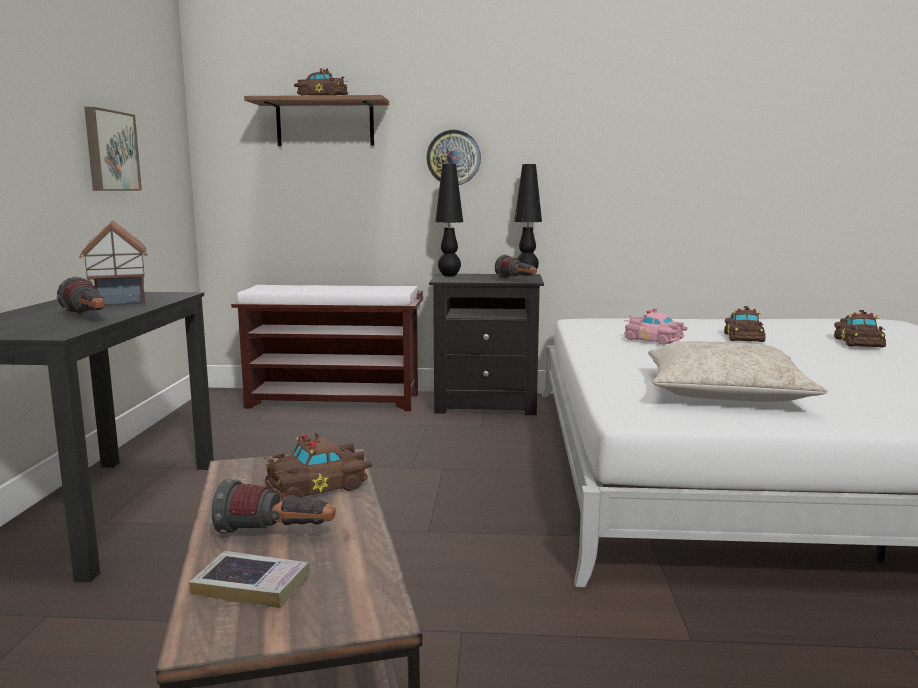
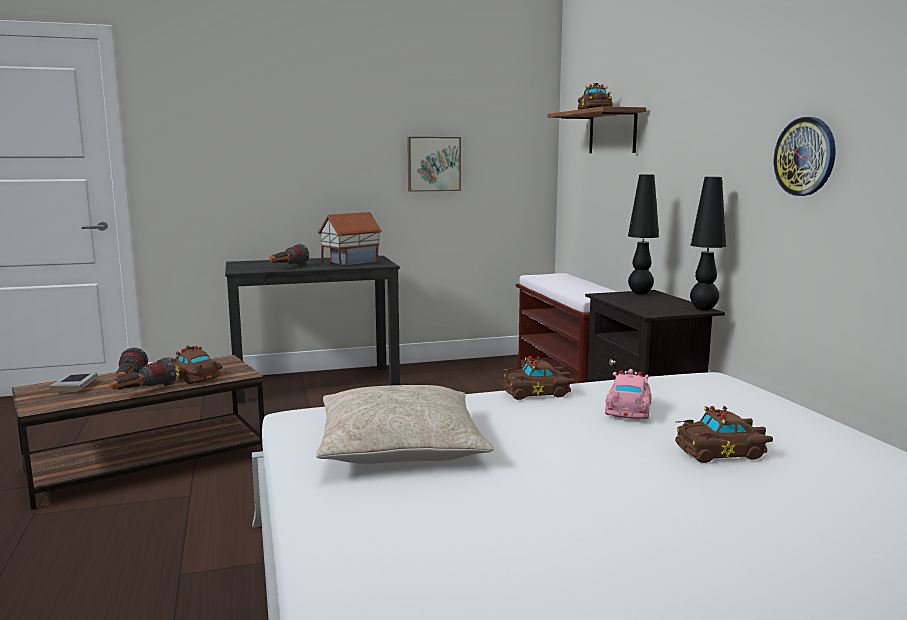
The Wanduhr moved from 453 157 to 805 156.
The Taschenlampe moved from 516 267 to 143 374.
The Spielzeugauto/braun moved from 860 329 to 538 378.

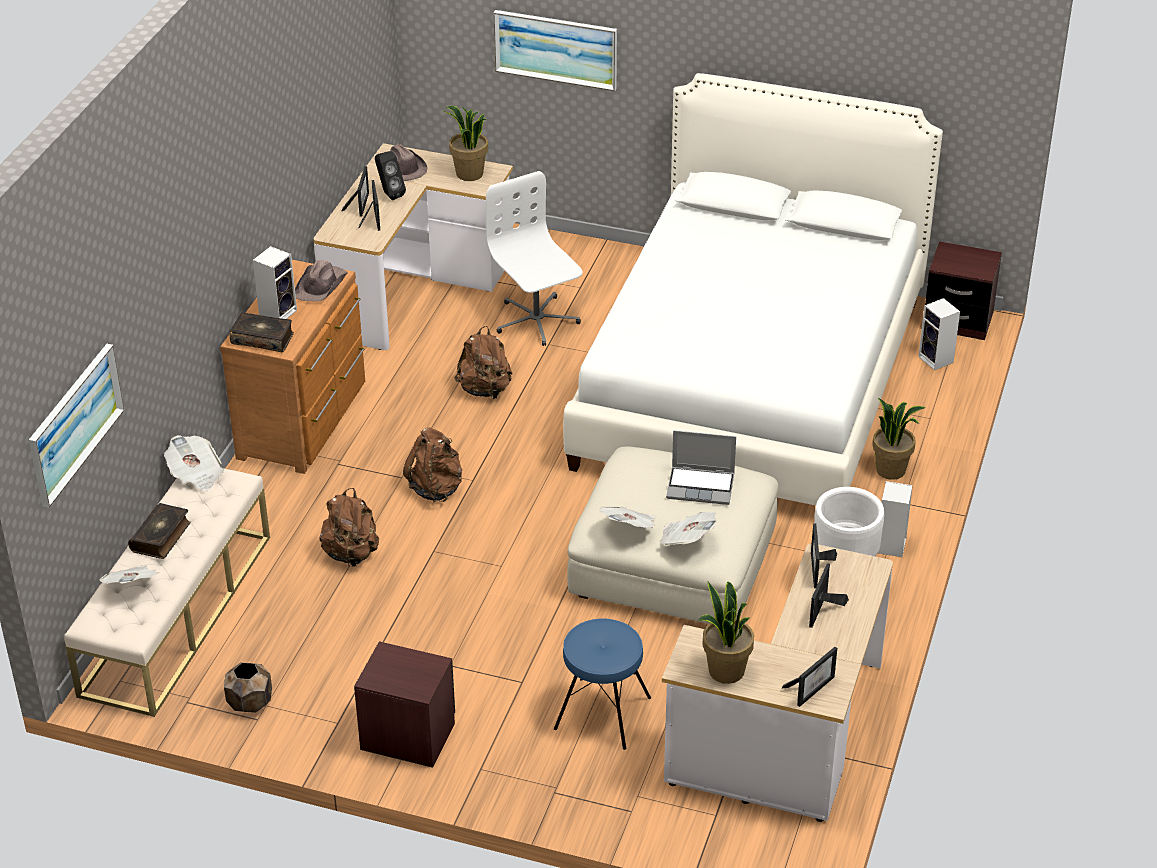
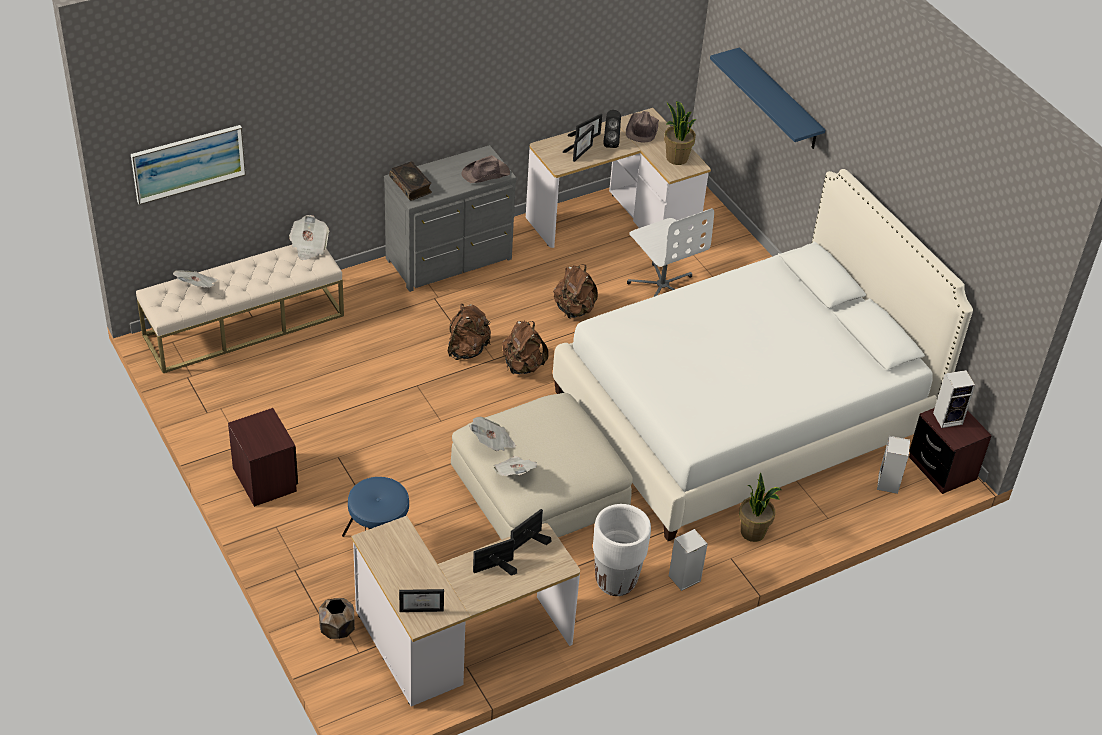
The Buch at 159 531 disappeared.
The Laptop at 701 467 disappeared.
The Topfpflanze at 726 633 disappeared.
The Pflanzkübel/braun moved from 248 687 to 337 618.
The Lautsprecher moved from 275 282 to 954 399.
The Rucksack/braun moved from 349 527 to 525 347.
The Bild at 555 50 was replaced by the Wandregal/blau at 767 98.
The Kommode/braun at 292 367 became the Kommode/grau at 450 218.
The Bürostuhl/weiß at 534 258 turned 135 degrees clockwise.

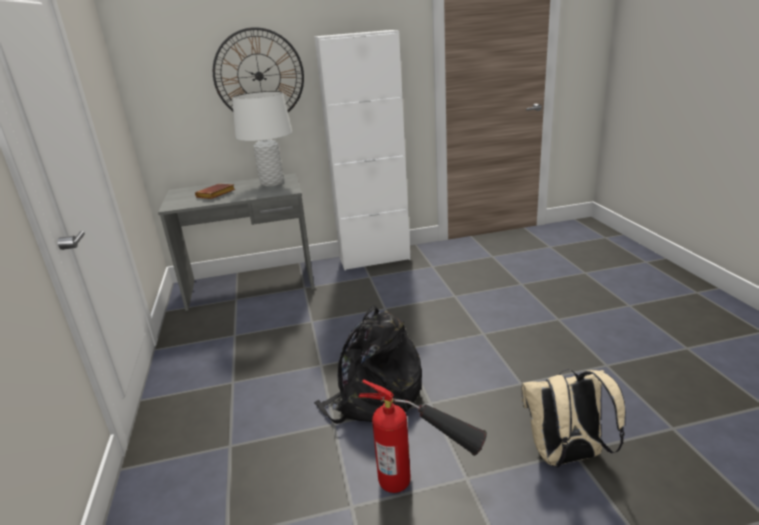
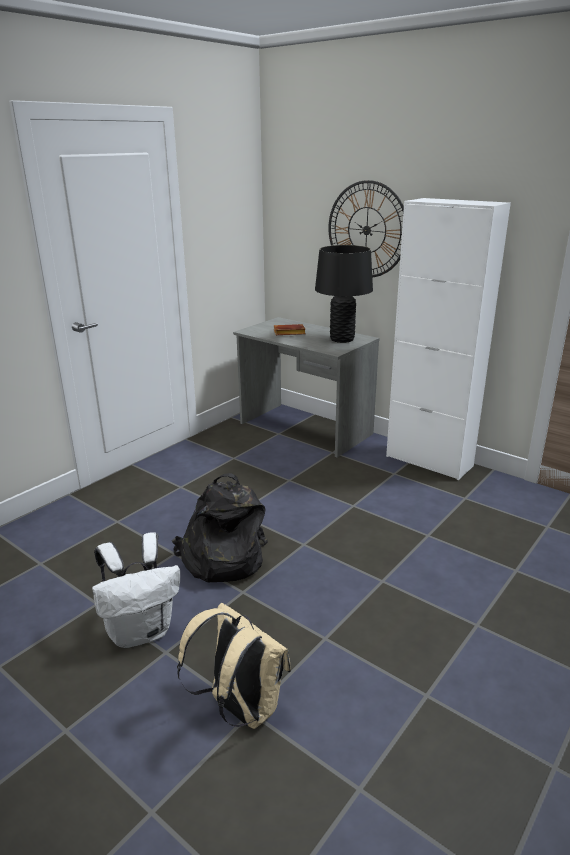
The Feuerlöscher at 422 436 was replaced by the Rucksack/weiß at 136 590.
The Tischlampe/weiß at 262 138 became the Tischlampe/schwarz at 344 294.

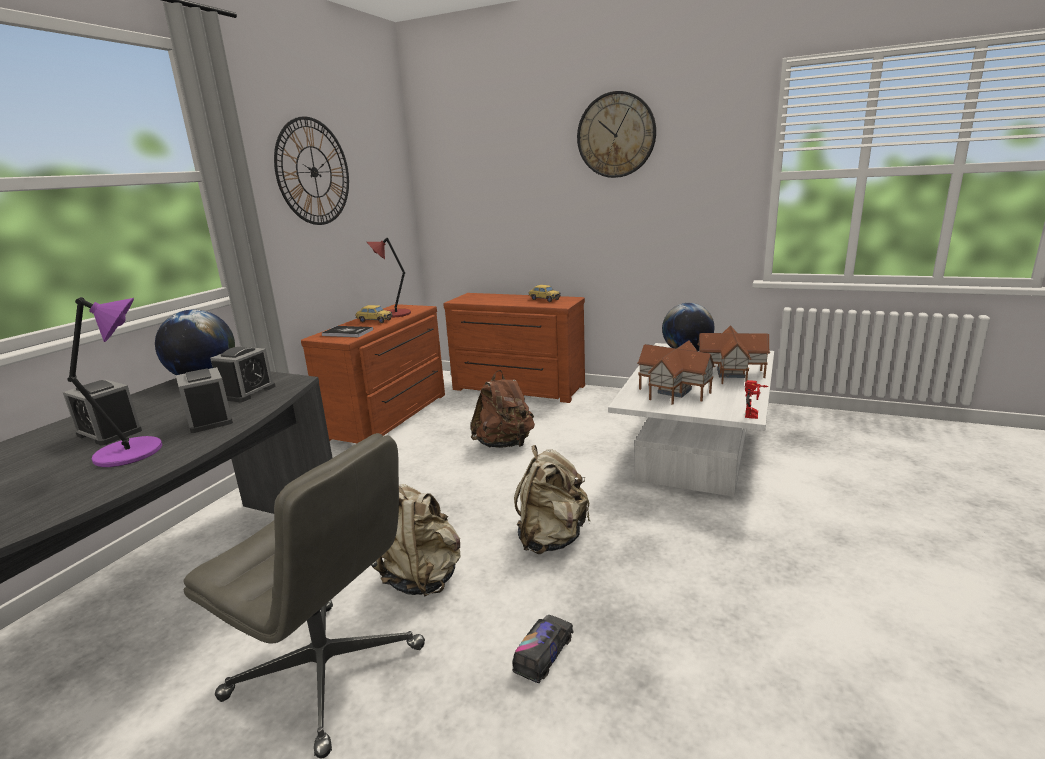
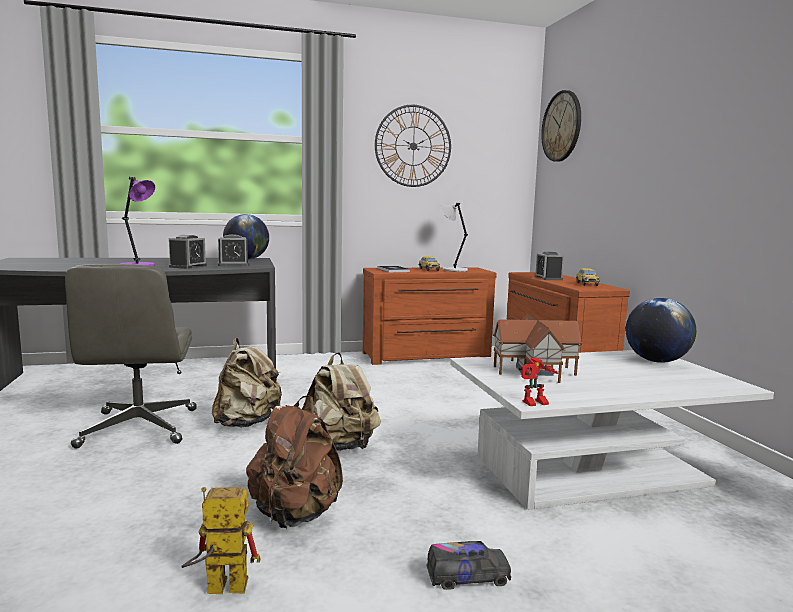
The Spielzeughaus at 733 354 disappeared.
The Spielzeugroboter at 221 540 appeared.
The Wecker moved from 102 412 to 549 266.
The Rucksack/braun moved from 502 409 to 294 461.
The Spielzeuglaster moved from 543 649 to 468 565.
The Wanduhr moved from 616 134 to 561 126.
The Tischlampe/rot at 389 277 became the Tischlampe/grau at 454 237.

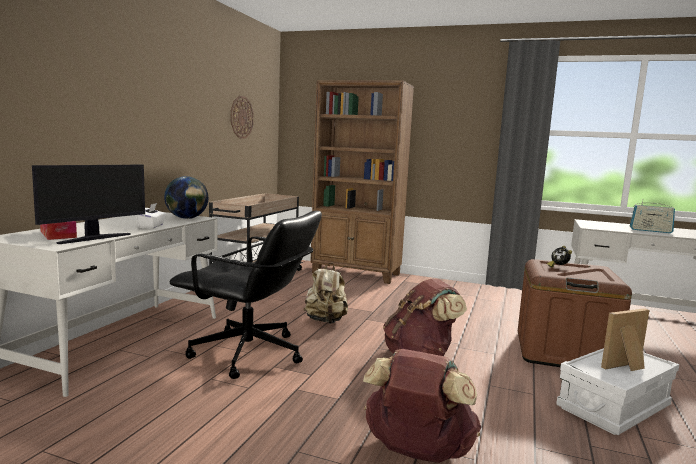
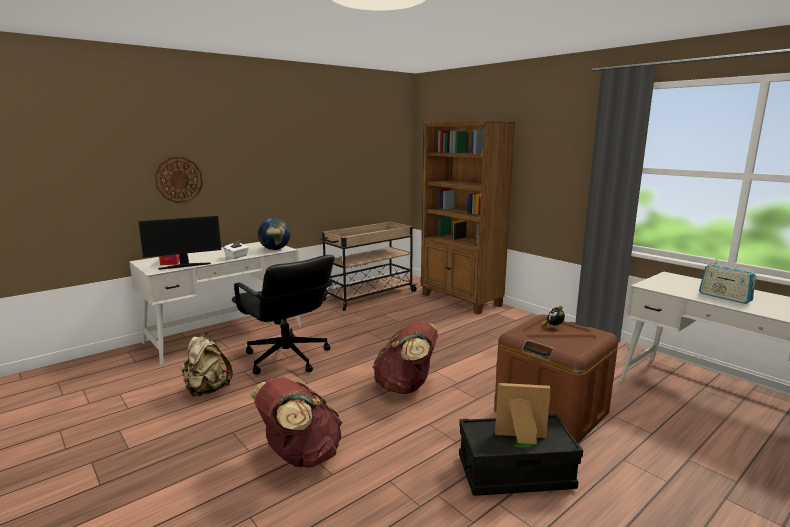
The Wanduhr moved from 242 117 to 179 180.
The Rucksack/beige moved from 326 293 to 206 364.
The Aufbewahrungsbox/weiß at 617 391 became the Aufbewahrungsbox/schwarz at 521 455.

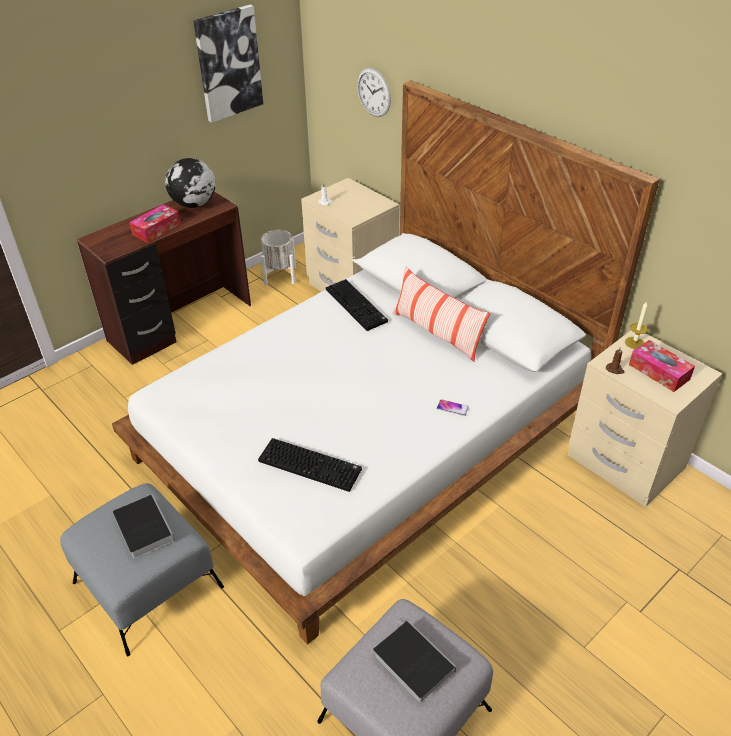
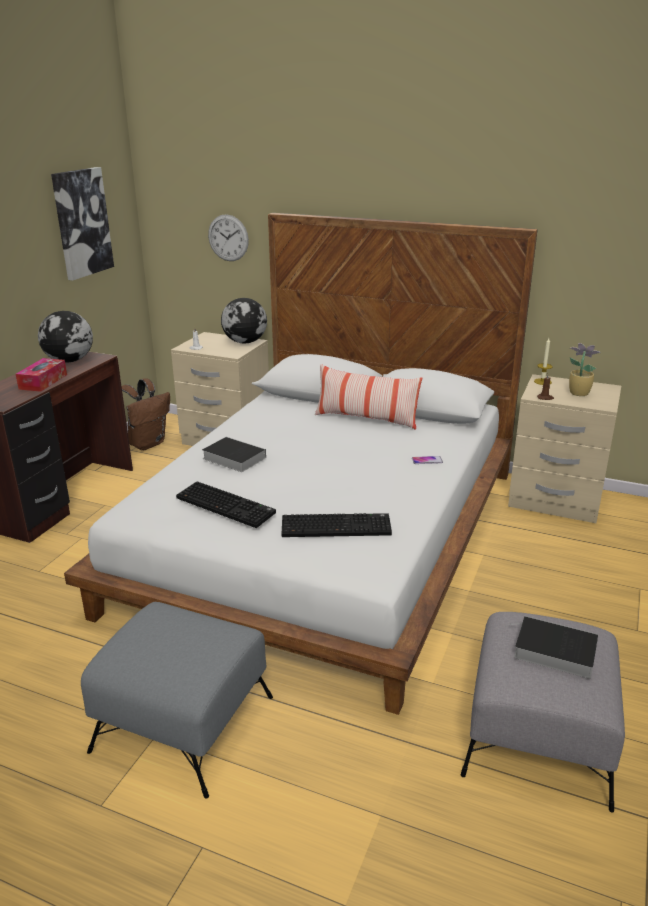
The Globus at 244 320 appeared.
The Buch moved from 144 526 to 234 454.
The Tastatur moved from 357 305 to 226 504.
The Pflanzkübel/weiß at 278 257 was replaced by the Rucksack/braun at 146 414.
The Taschentuchbox at 662 366 was replaced by the Topfpflanze at 585 369.

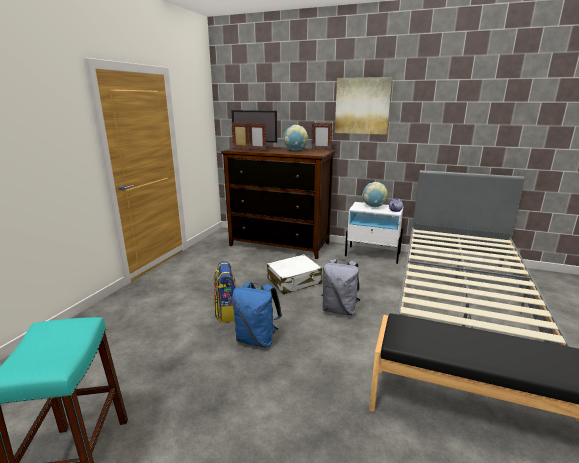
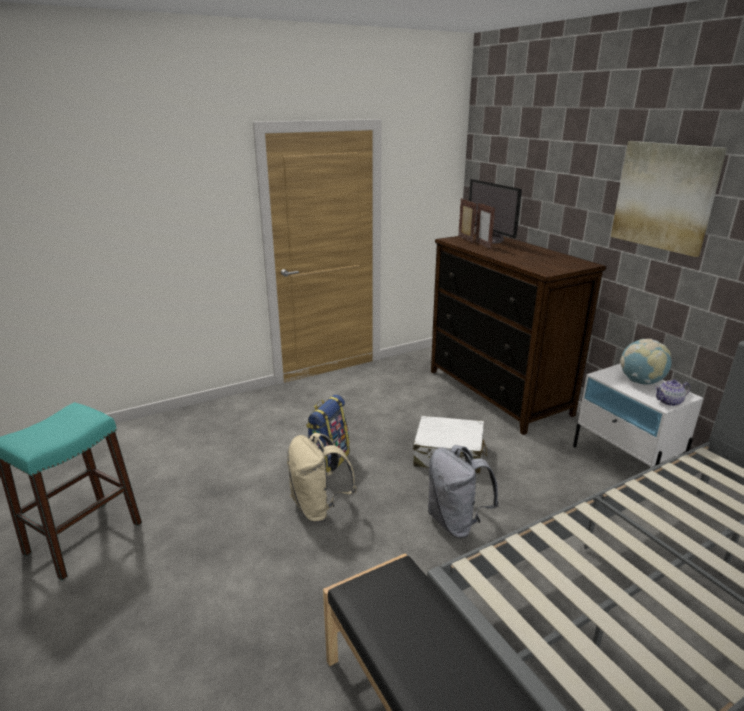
The Globus at 295 138 disappeared.
The Bilderrahmen at 322 137 disappeared.
The Rucksack/blau at 257 315 became the Rucksack/beige at 322 477.

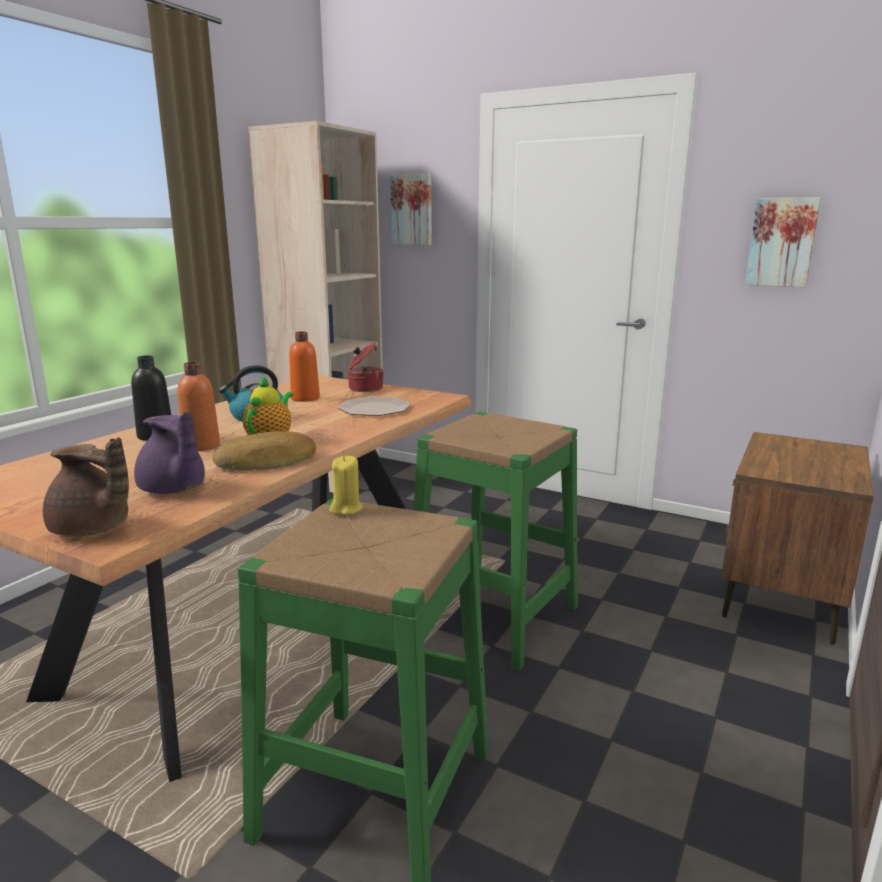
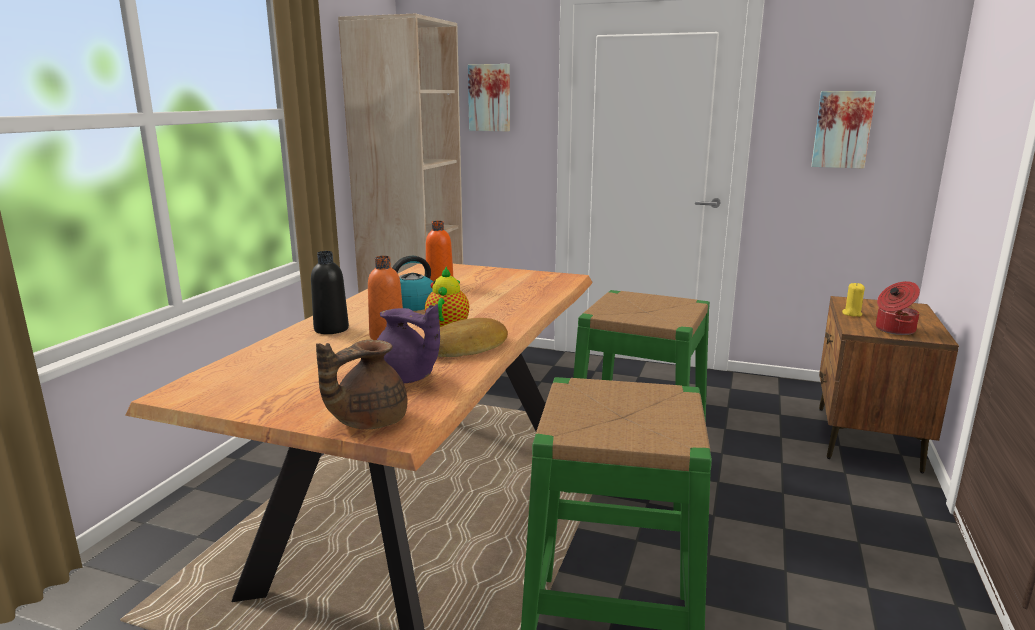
The Teller at 374 406 disappeared.
The Kerze/gelb moved from 346 485 to 853 299.
The Kochtopf moved from 366 367 to 898 308.
The Teekanne/braun at 86 487 turned 120 degrees clockwise.

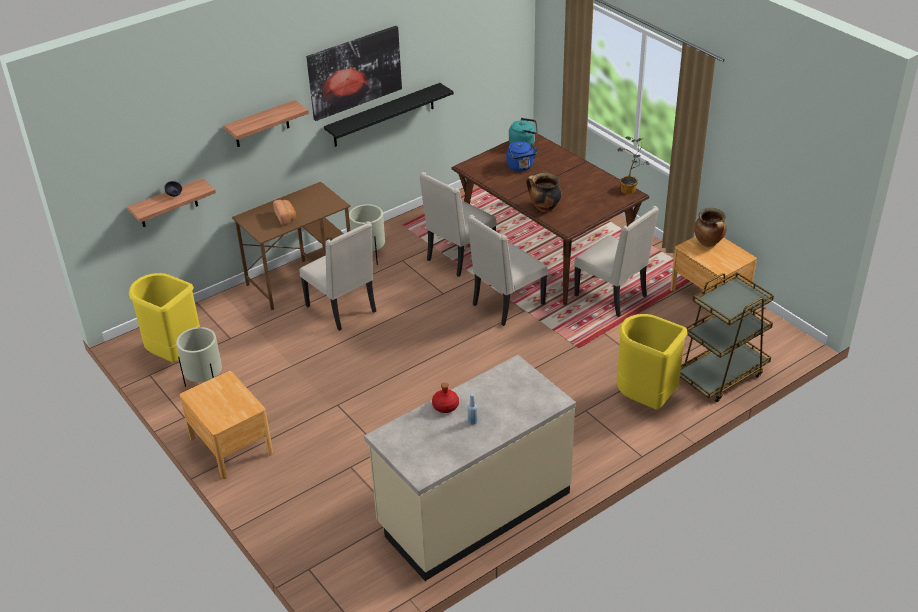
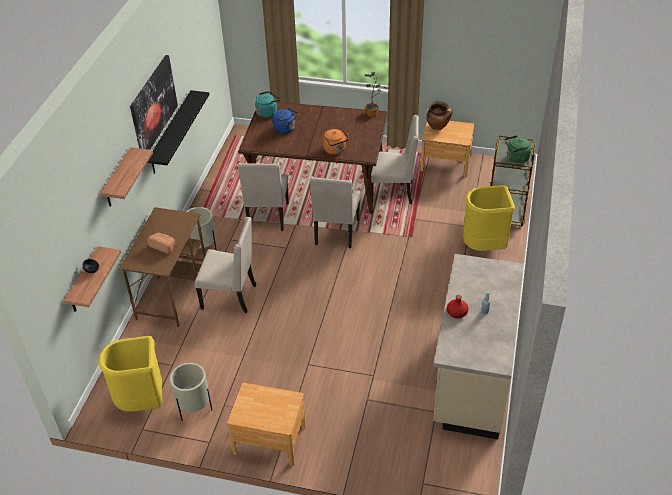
The Wasserkessel/grün at 518 149 appeared.
The Kochtopf at 544 192 was replaced by the Wasserkessel/orange at 336 142.

